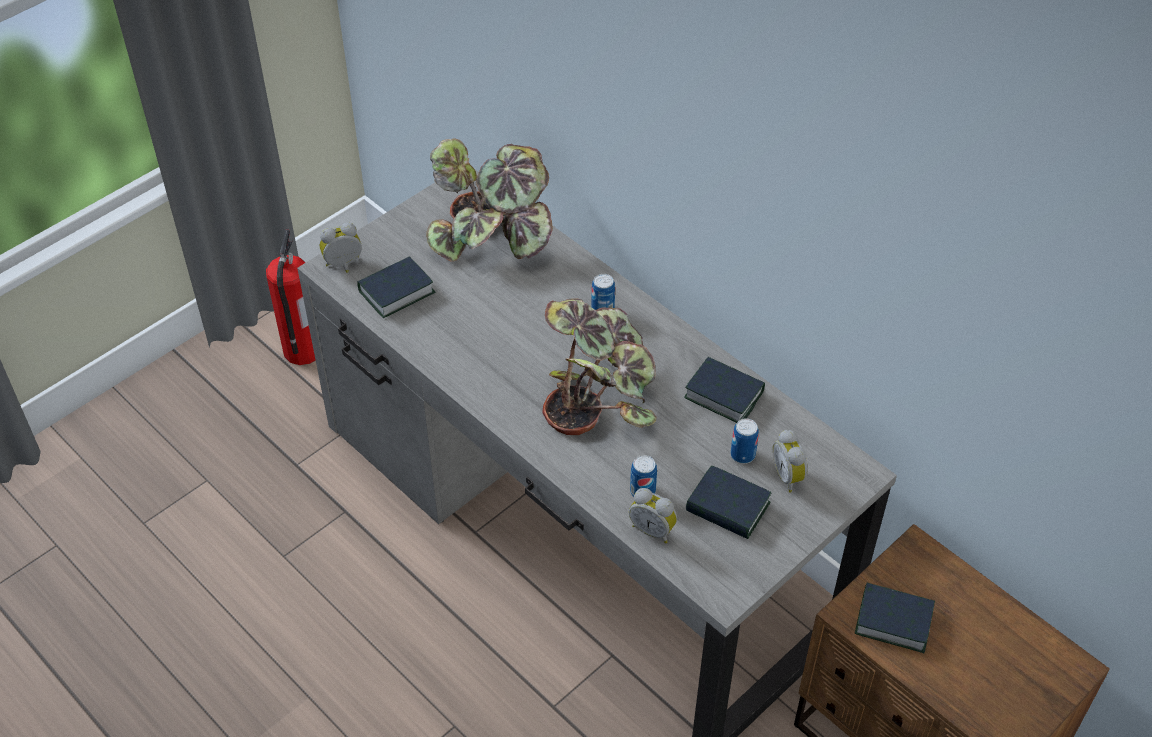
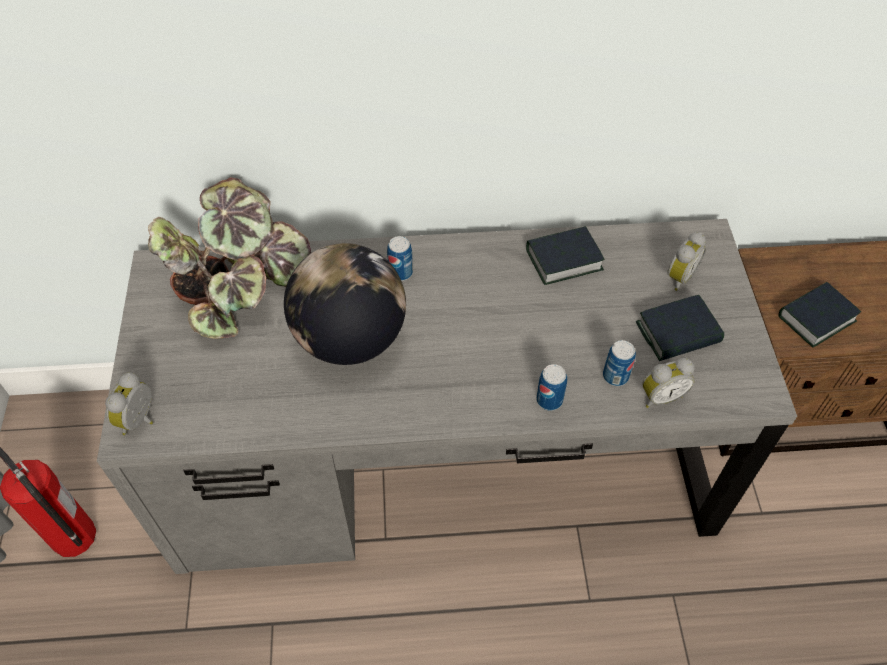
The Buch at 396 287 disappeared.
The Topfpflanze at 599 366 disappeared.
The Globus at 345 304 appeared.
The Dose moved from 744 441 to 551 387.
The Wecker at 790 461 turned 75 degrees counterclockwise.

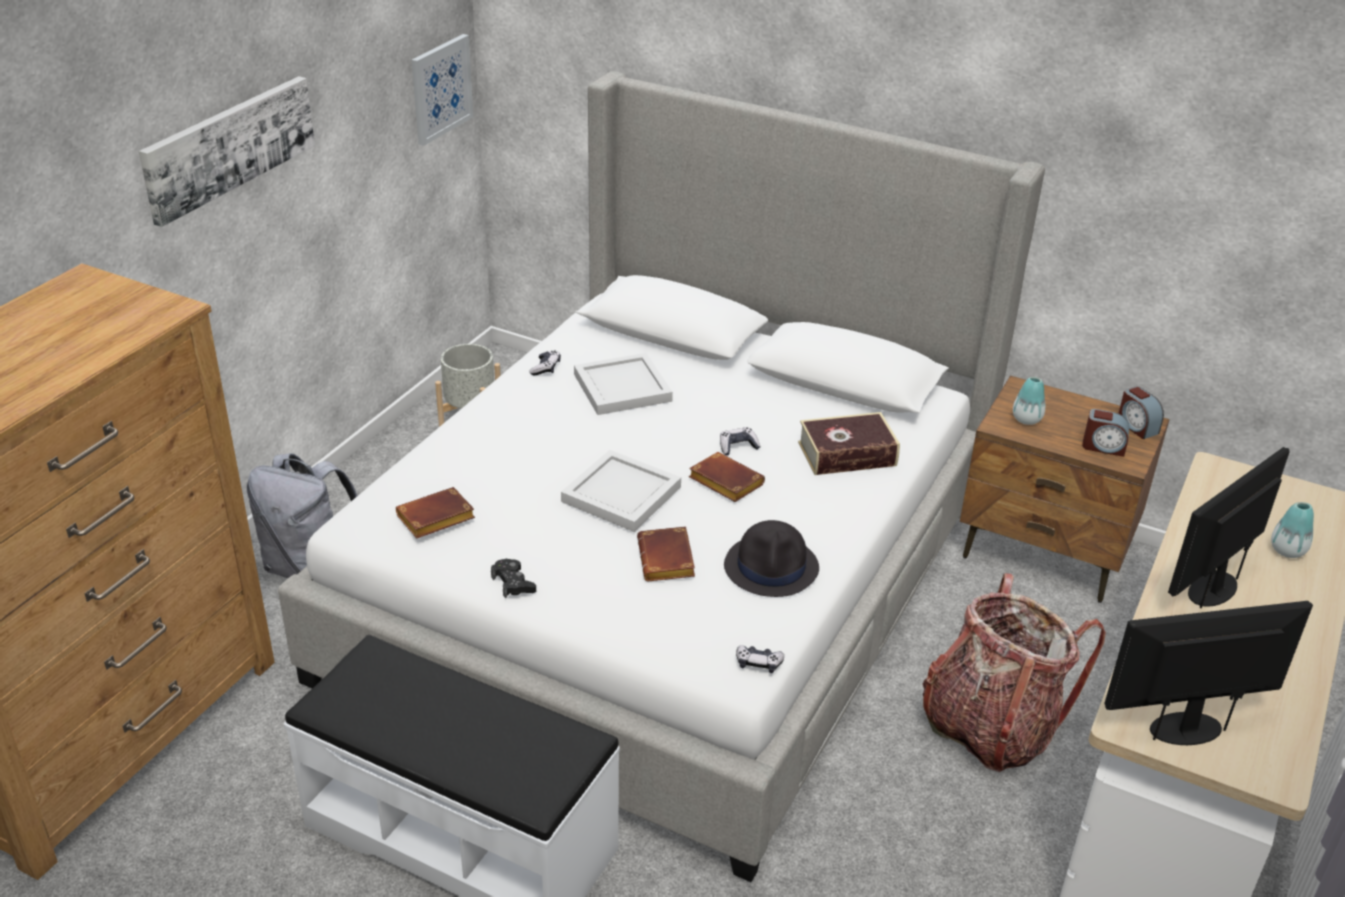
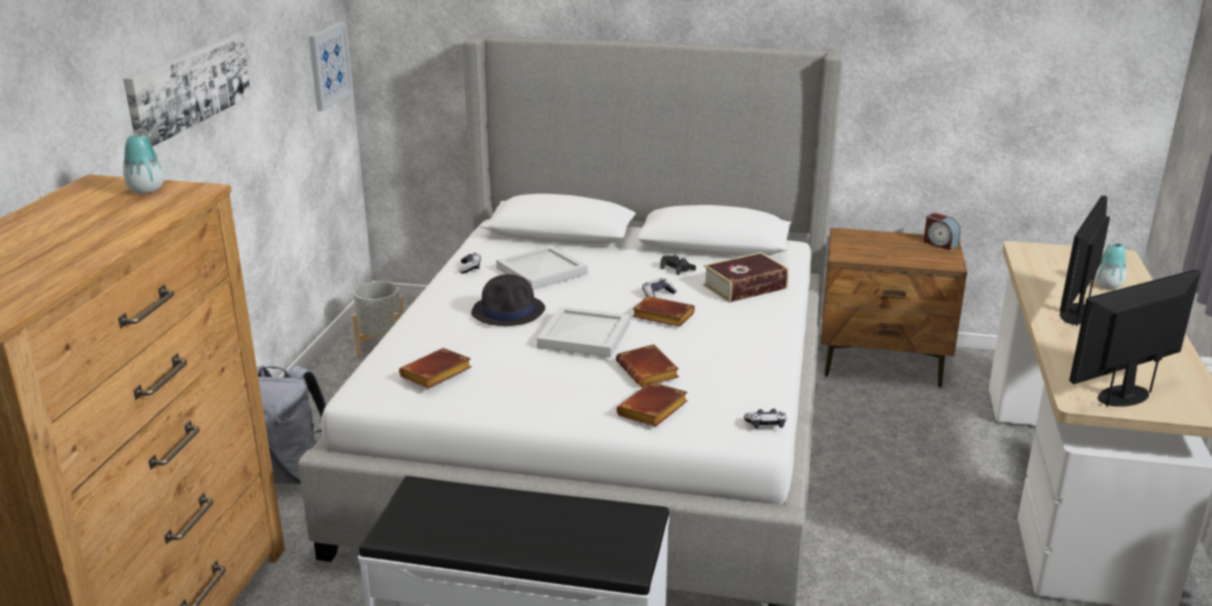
The Rucksack at 1014 672 disappeared.
The Wecker at 1105 433 disappeared.
The Buch/braun at 652 404 appeared.
The Gamepad/schwarz moved from 513 579 to 678 265.
The Hut/schwarz moved from 771 558 to 508 300.
The Vase moved from 1029 401 to 143 163.

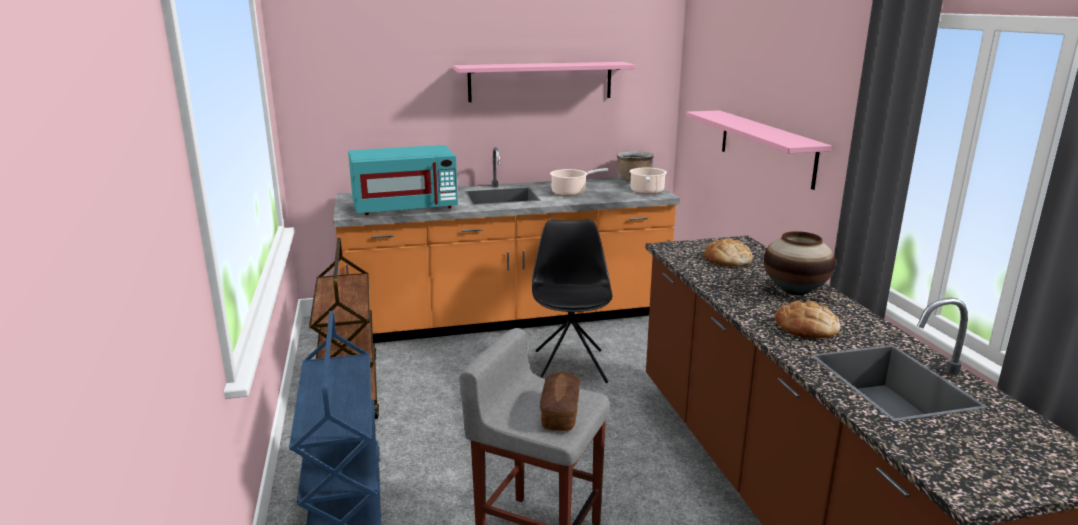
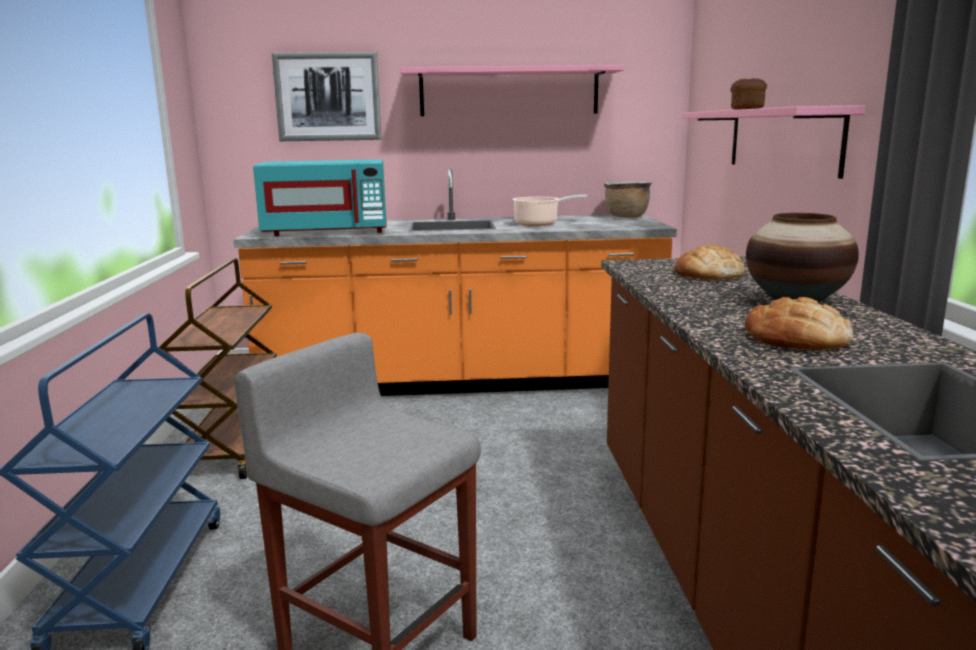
The Stuhl/schwarz at 572 301 disappeared.
The Kochtopf at 648 181 disappeared.
The Bild at 327 96 appeared.
The Brot moved from 560 401 to 748 94.

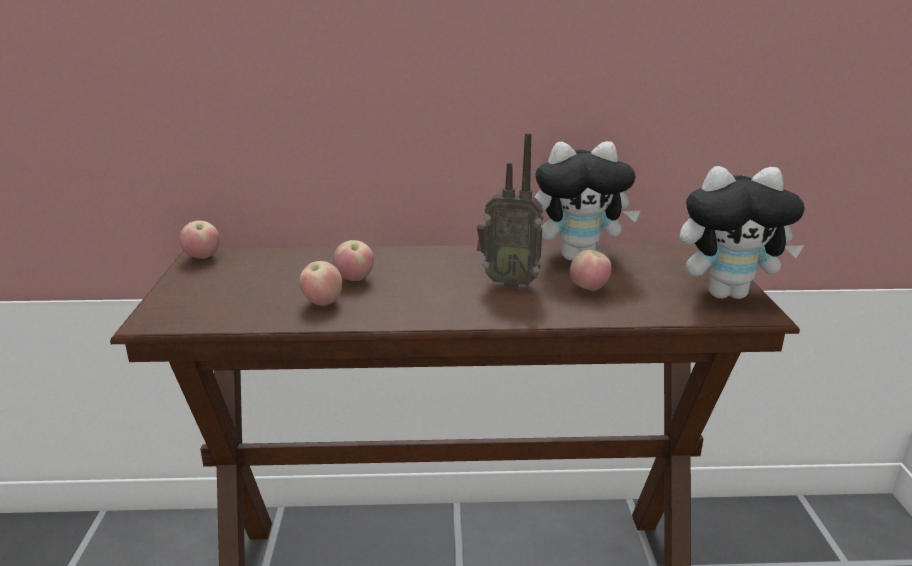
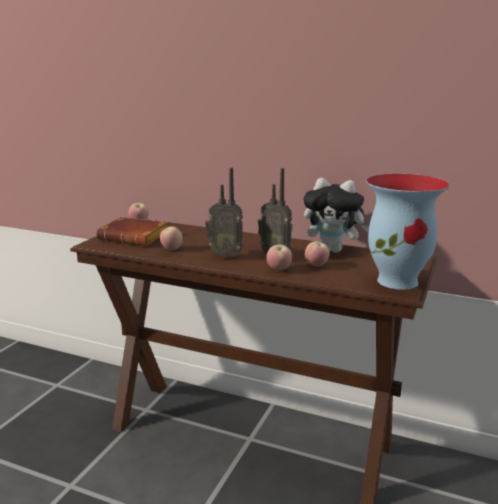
The Buch/braun at 132 231 appeared.
The Radio at 224 213 appeared.
The Apfel moved from 353 260 to 279 257.
The Plüschtier at 742 232 was replaced by the Vase at 408 232.

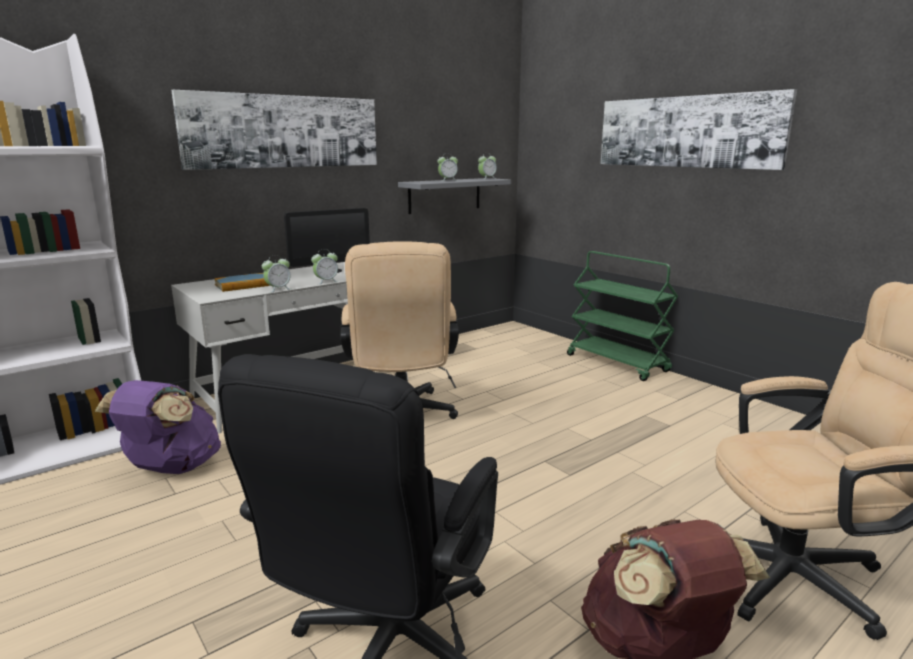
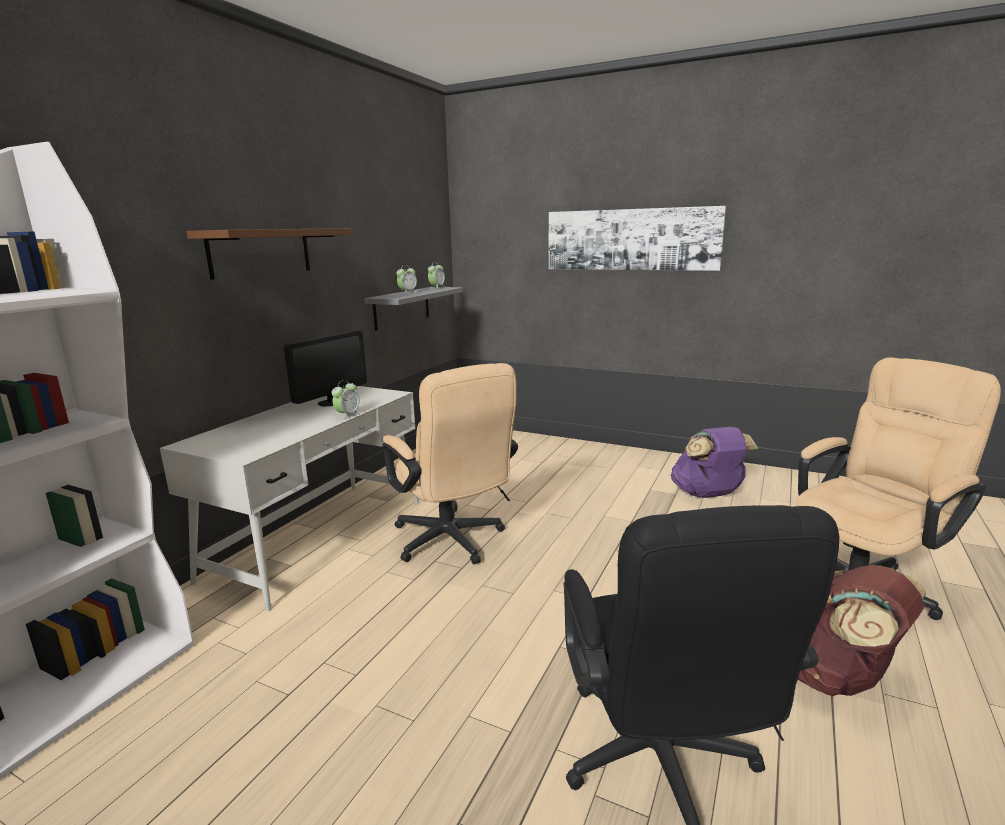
The Buch at 242 282 disappeared.
The Wecker at 276 274 disappeared.
The Rollwagen/grün at 622 316 disappeared.
The Rucksack/lila moved from 158 427 to 714 462.
The Bild at 274 130 was replaced by the Wandregal/braun at 269 254.

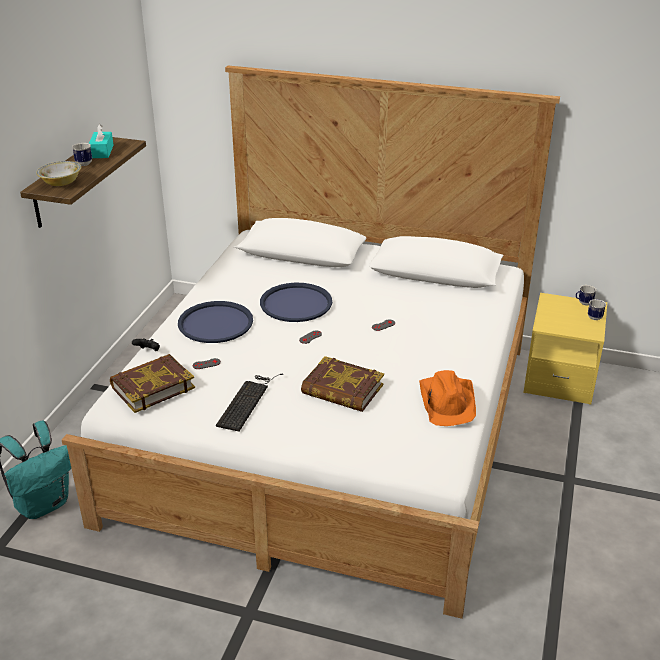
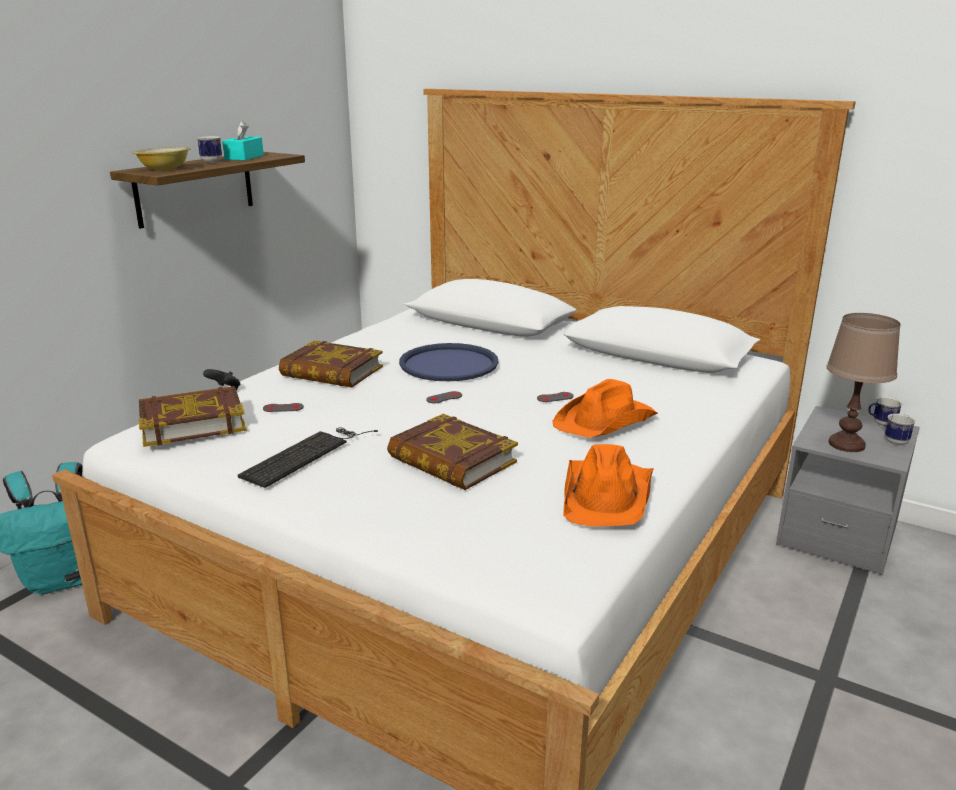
The Hut/orange at 605 408 appeared.
The Tischlampe/braun at 863 382 appeared.
The Tablett/blau at 215 322 was replaced by the Buch at 331 364.
The Nachttisch/gelb at 565 349 became the Nachttisch/grau at 848 490.

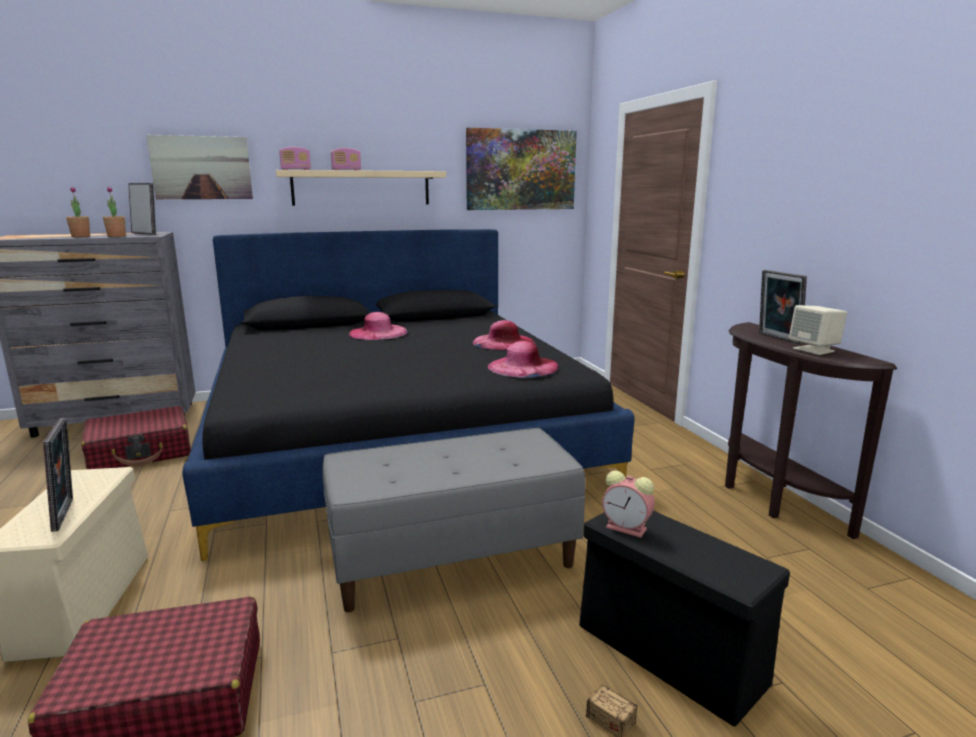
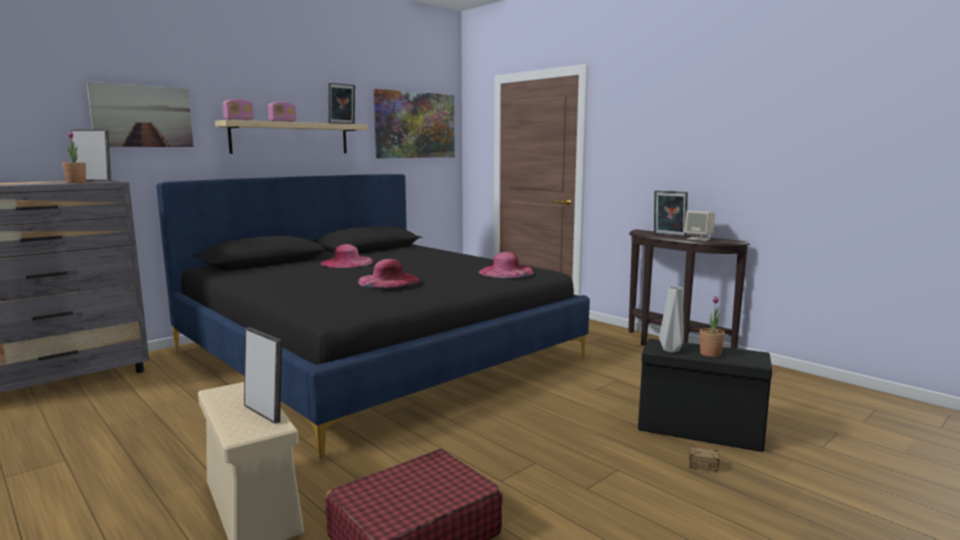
The Koffer/rot at 136 437 disappeared.
The Bank/grau at 454 520 disappeared.
The Bilderrahmen at 341 103 appeared.
The Topfpflanze moved from 78 211 to 712 326.
The Hut/rosa moved from 504 335 to 389 273.
The Wecker at 628 504 was replaced by the Vase/grau at 671 319.

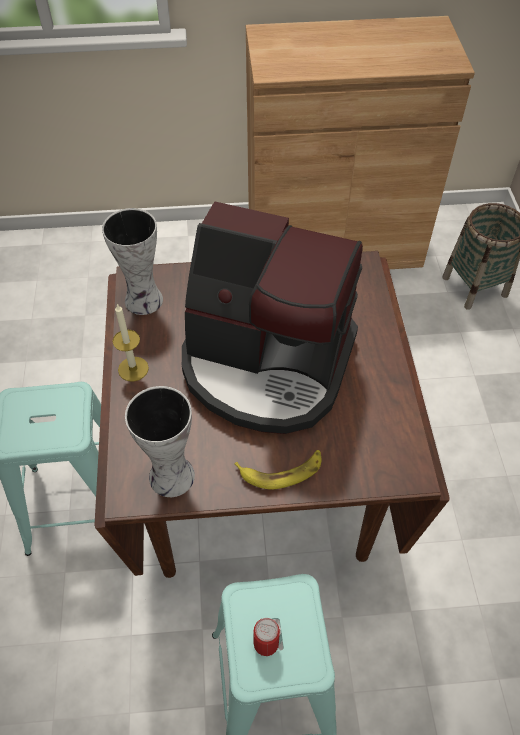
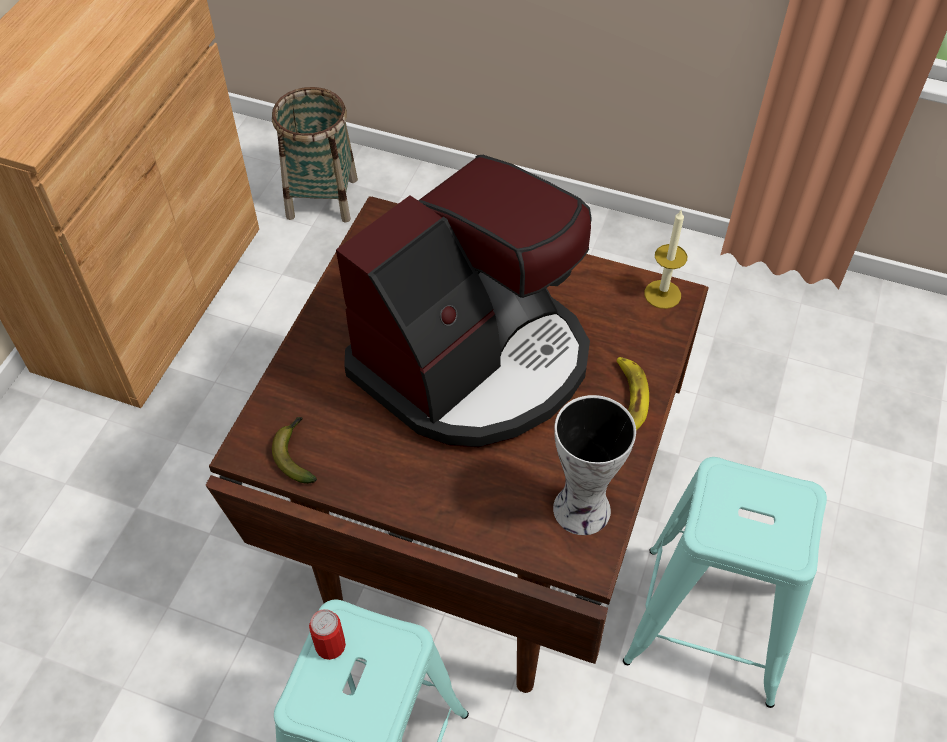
The Kerze moved from 131 342 to 665 259.
The Dose moved from 266 637 to 327 634.
The Vase at 132 261 was replaced by the Banane at 294 450.

